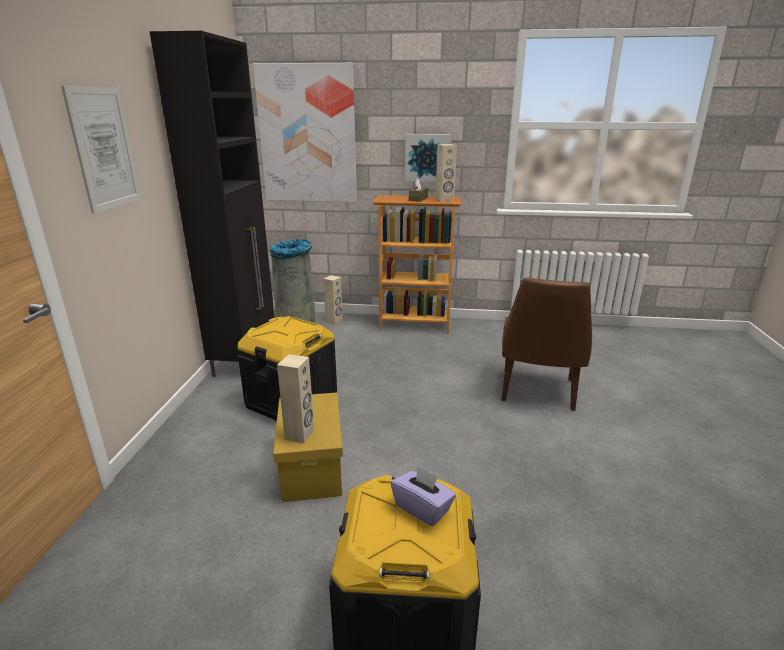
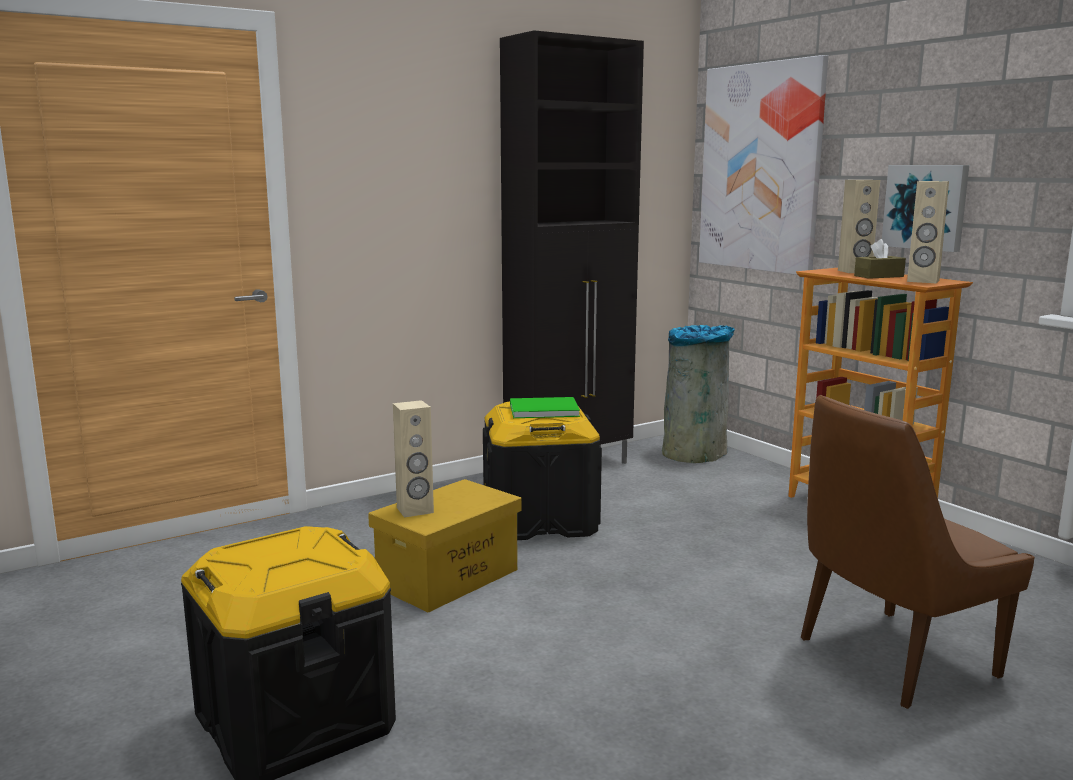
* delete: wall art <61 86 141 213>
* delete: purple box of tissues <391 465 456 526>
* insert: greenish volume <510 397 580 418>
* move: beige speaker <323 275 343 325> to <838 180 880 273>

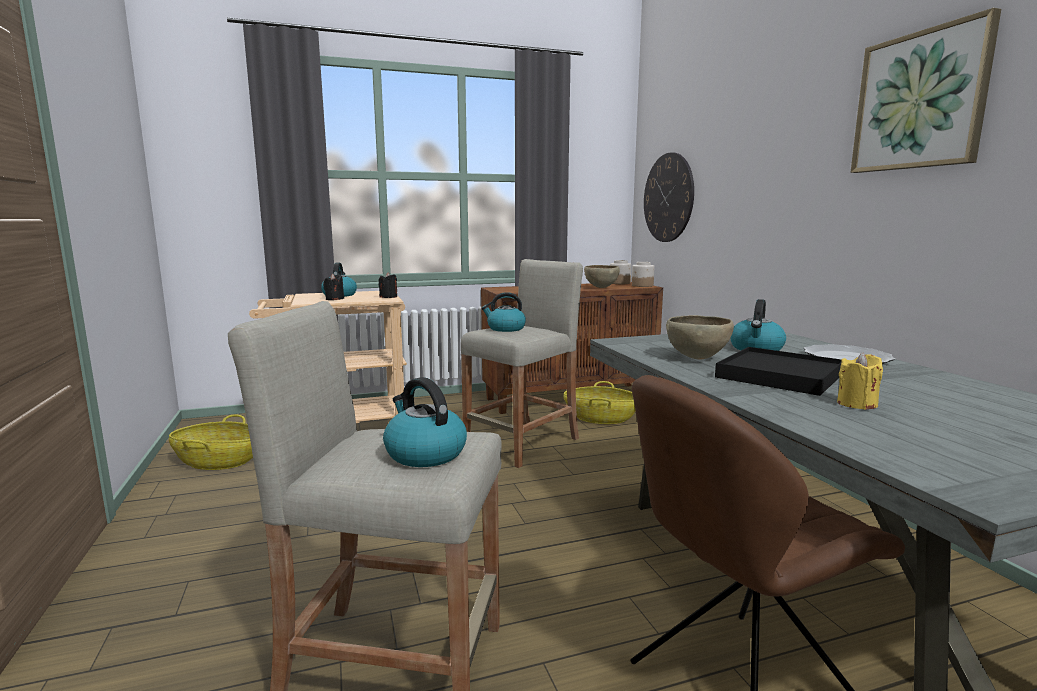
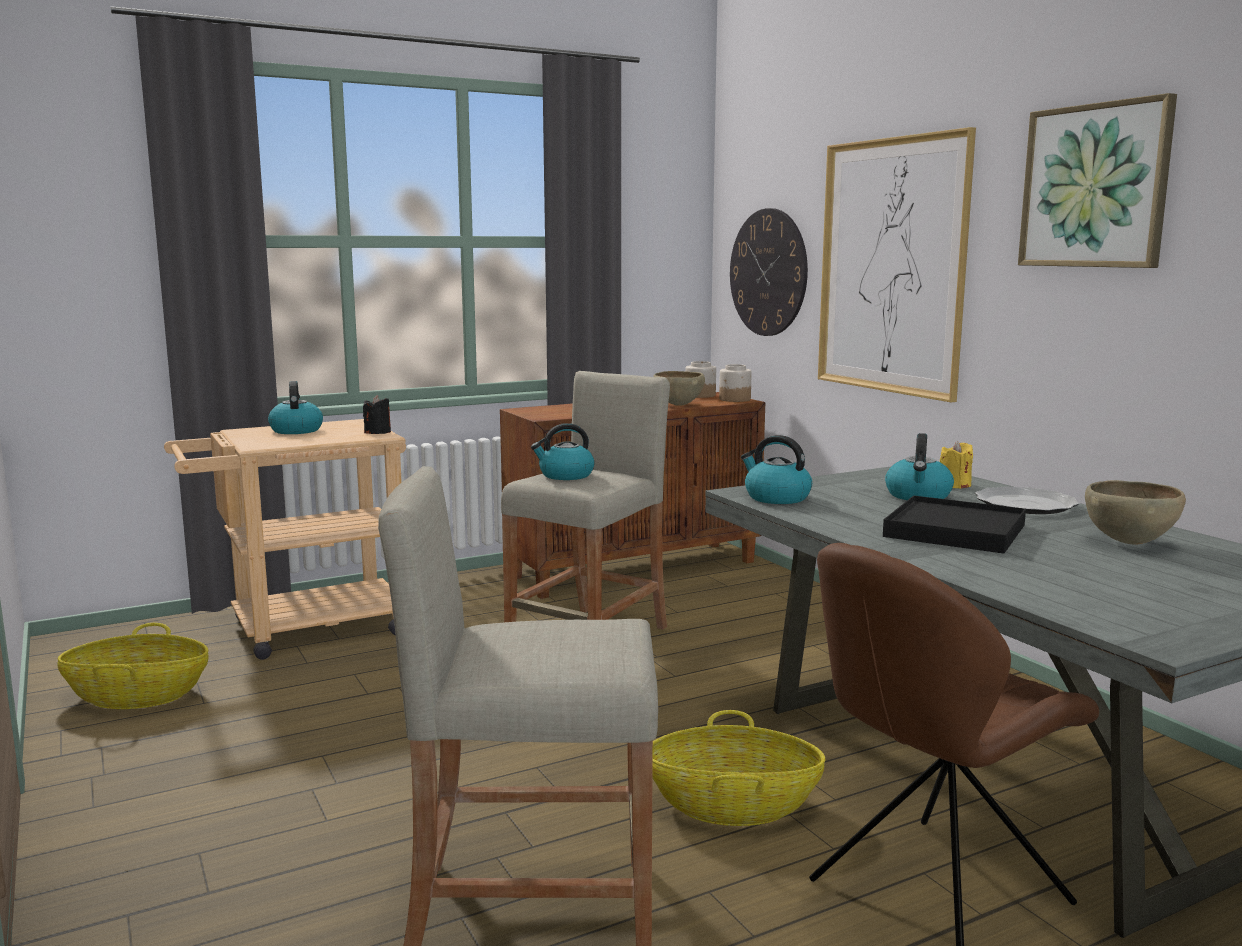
* delete: black wax light <323 274 344 300>
* insert: wall art <818 127 976 402>
* move: kettle <383 377 467 467> to <741 435 812 504>
* move: household basket <563 381 636 424> to <652 710 825 826>
* move: brown serving bowl <666 315 734 360> to <1085 480 1186 545>
* move: yellowish wax light <837 352 883 410> to <940 441 973 489>

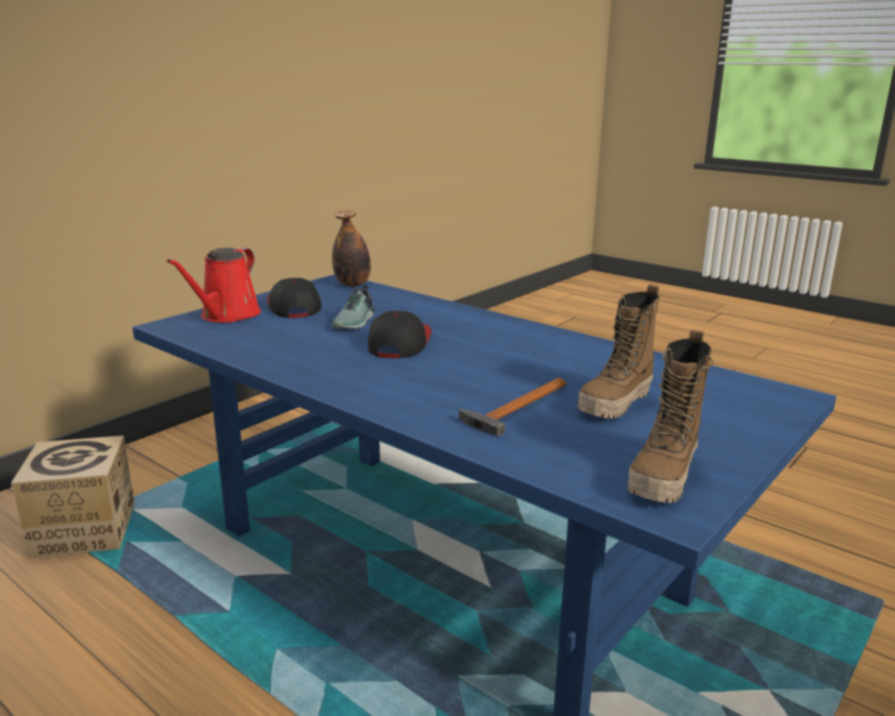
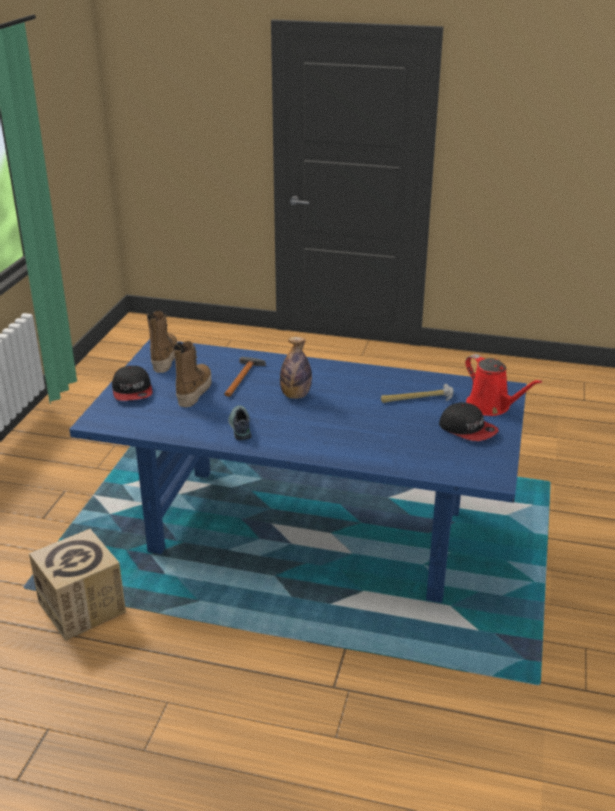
* insert: hand hammer <381 384 453 403>
* move: packing box <11 435 135 559> to <29 529 126 641>
* move: beverage bottle <332 210 371 287> to <280 337 312 399>
* move: shoe <332 284 374 329> to <228 405 252 440>
* move: peaked cap <368 311 432 358> to <112 366 153 401>
* rotate: red-coloured watering can <167 247 261 323> = <465 354 542 416> 150 degrees clockwise

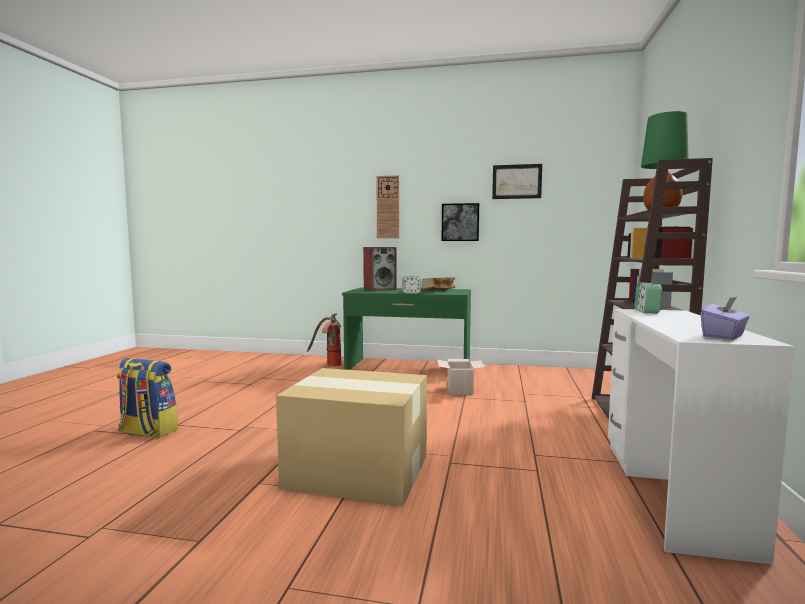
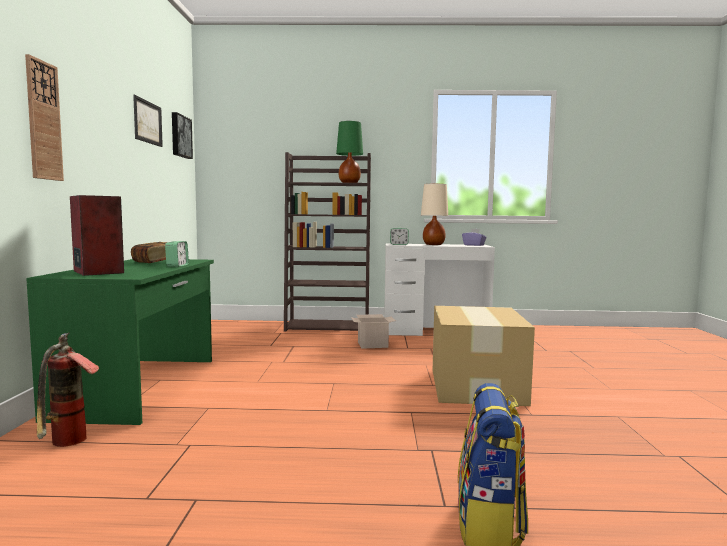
* insert: beige table lamp <421 184 448 245>
* move: packing box <437 359 485 395> to <351 314 396 349>
* move: wall art <442 203 479 241> to <172 112 193 159>

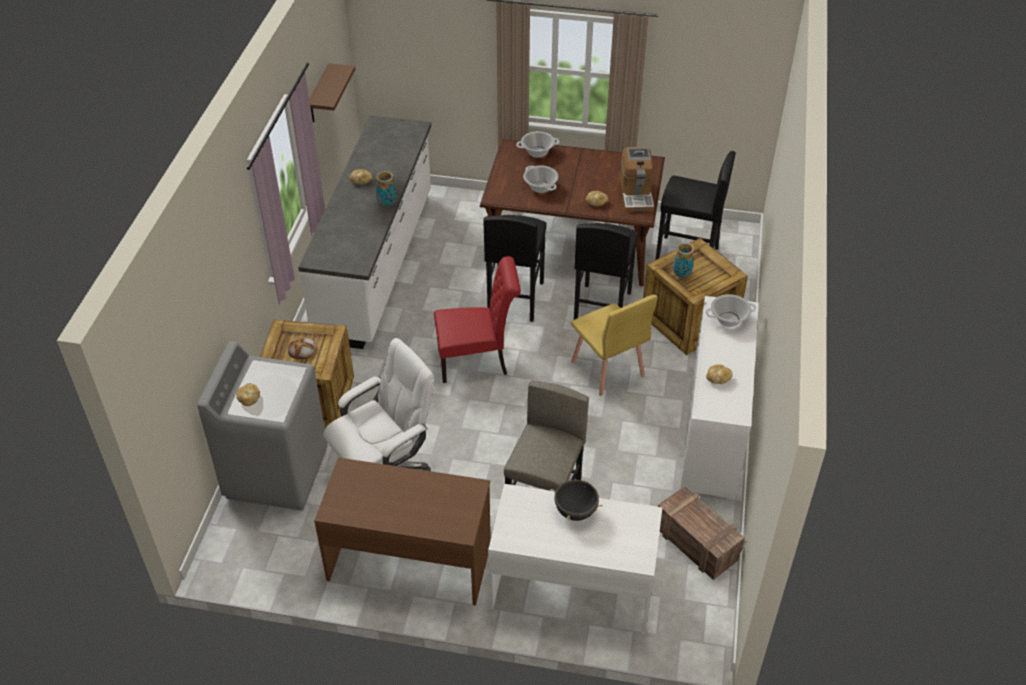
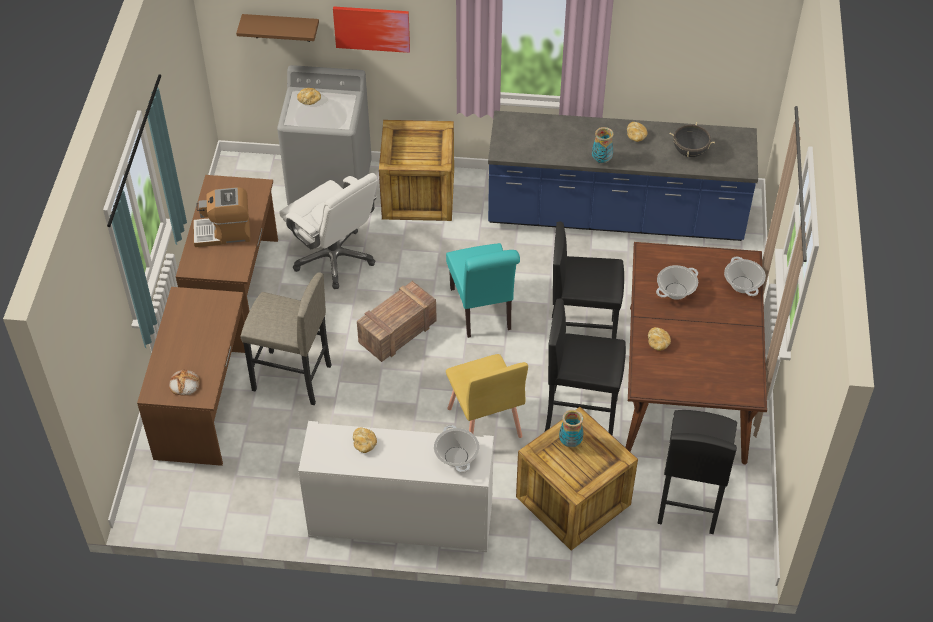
* insert: wall art <333 6 410 53>
* move: bakery bread <288 337 316 359> to <169 369 200 396>
* move: brown bracket shelf <309 63 355 122> to <236 14 319 42>
* move: black stockpot <551 477 603 521> to <670 122 715 157>
* move: coffee machine <620 147 654 212> to <193 187 251 247>
* move: shipping crate <658 486 745 580> to <357 281 437 362>
* recolor: white kitchen counter <298 116 431 349> to blue-coloured kitchen counter <488 111 758 241>
* recolor: red-coloured plain chair <434 256 521 383> to turquoise-coloured plain chair <446 243 520 338>
* recolor: white desk unit <488 484 662 635> to brown desk unit <137 287 245 466>
* rotate: yellowish plain chair <571 295 657 396> = <446 354 528 438> 75 degrees counterclockwise

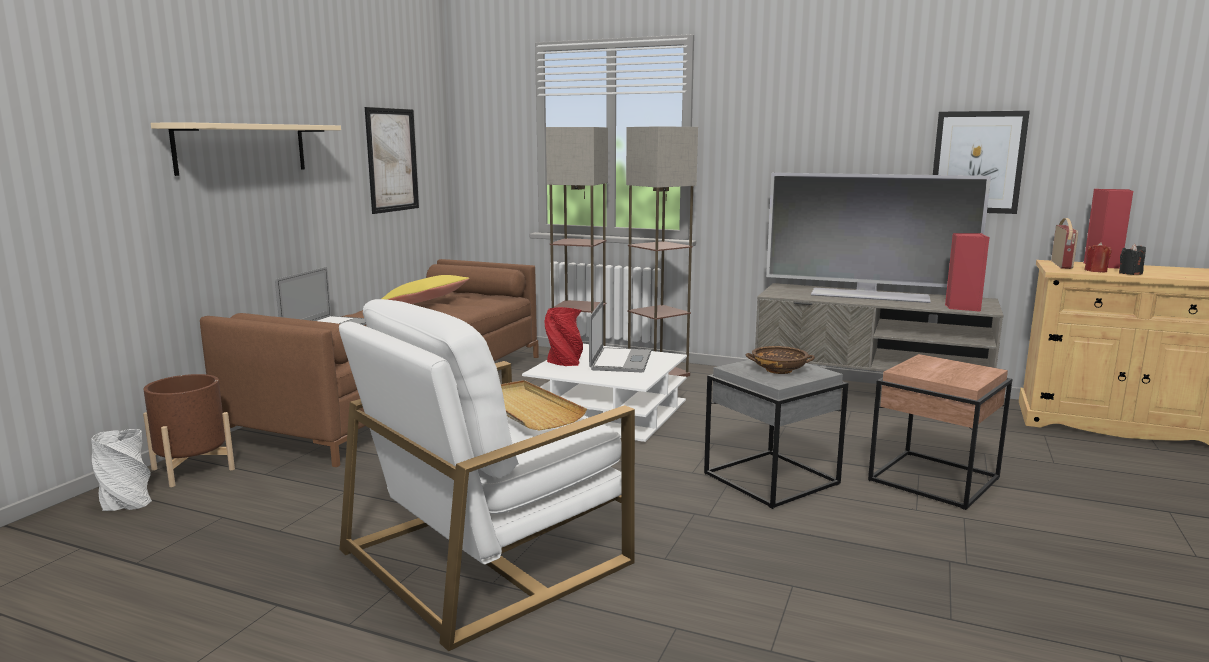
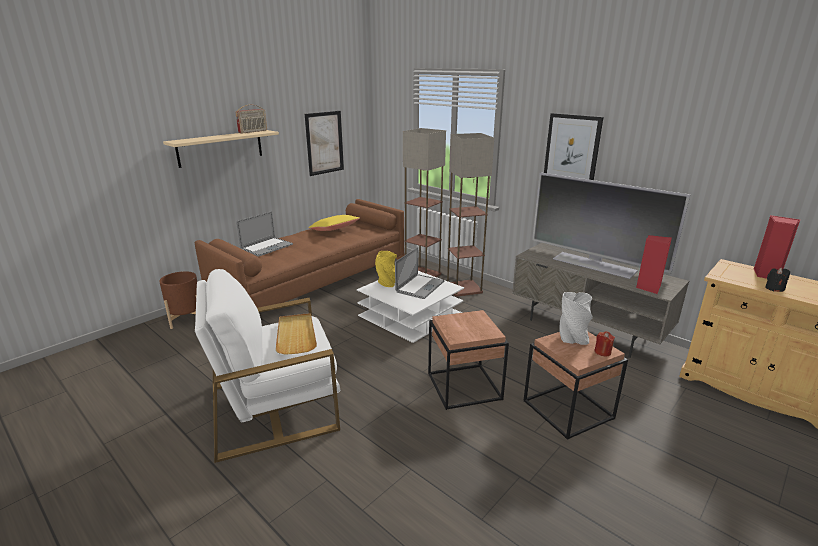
* delete: brown serving bowl <746 346 815 374>
* move: grey decorative vase <91 429 152 511> to <559 292 593 345>
* move: wall art <933 111 1030 214> to <544 113 603 180>
* move: radio receiver <1051 218 1079 269> to <236 105 267 134>
* move: red-coloured wax light <1084 242 1112 272> to <594 331 615 357>
* recolor: red-coloured decorative vase <544 307 583 366> to yellowish decorative vase <375 251 397 287>
* recolor: grey accent table <704 359 848 509> to brown accent table <428 310 509 410>

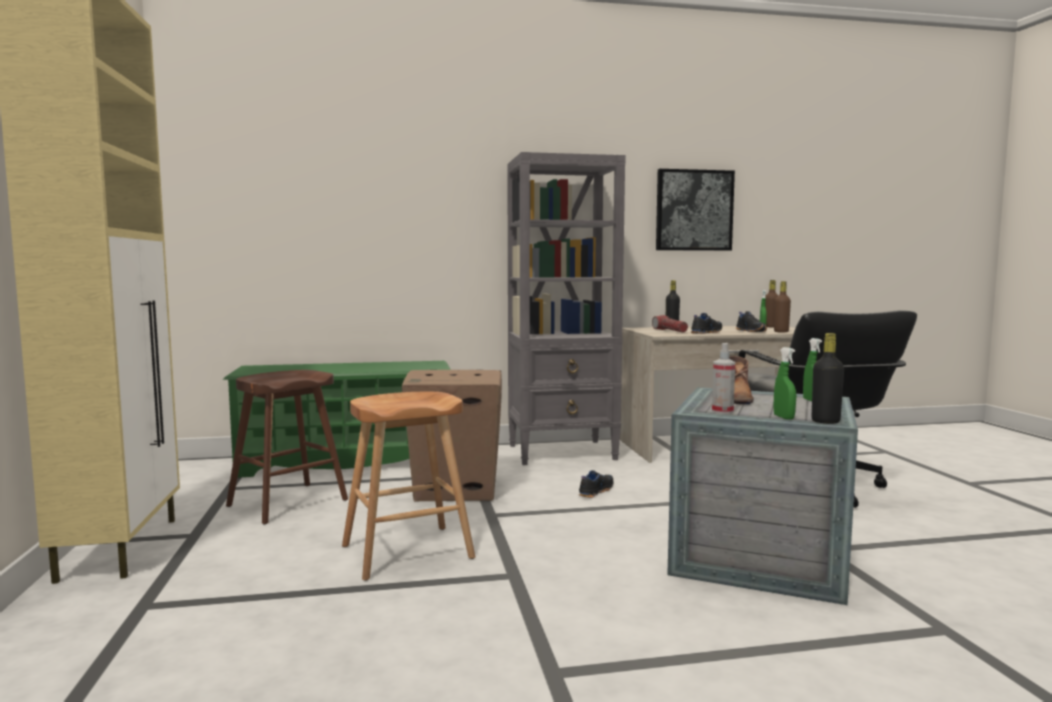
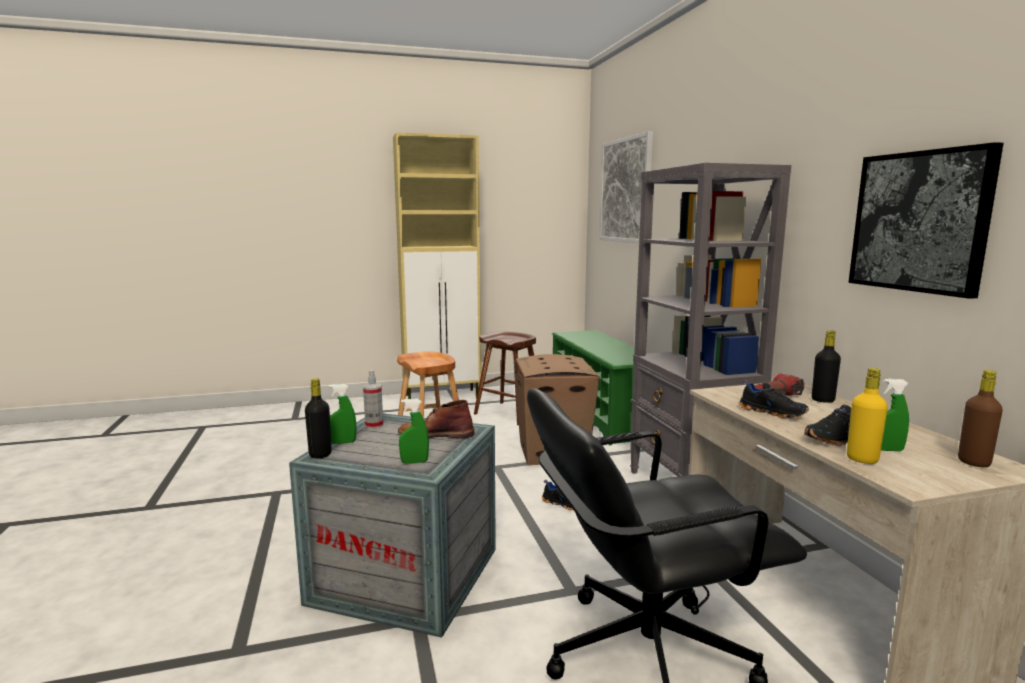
* insert: wall art <599 131 653 243>
* recolor: brown beverage bottle <774 281 791 333> to yellowish beverage bottle <847 368 888 464>

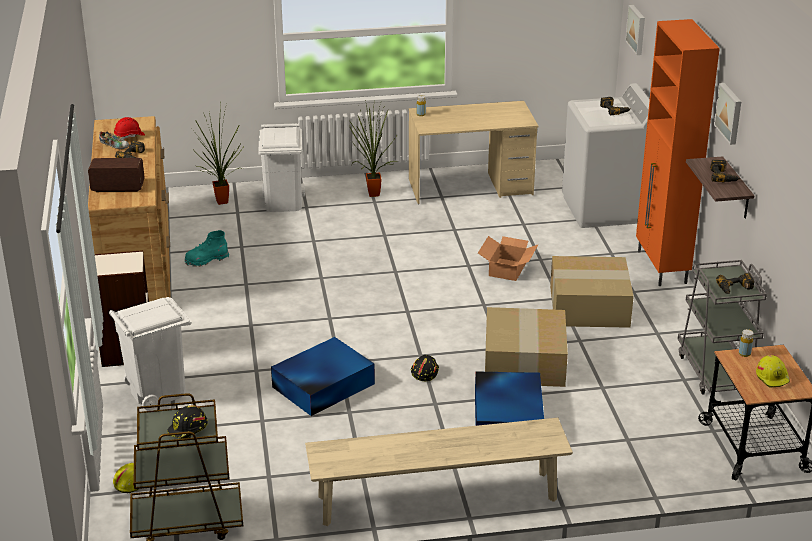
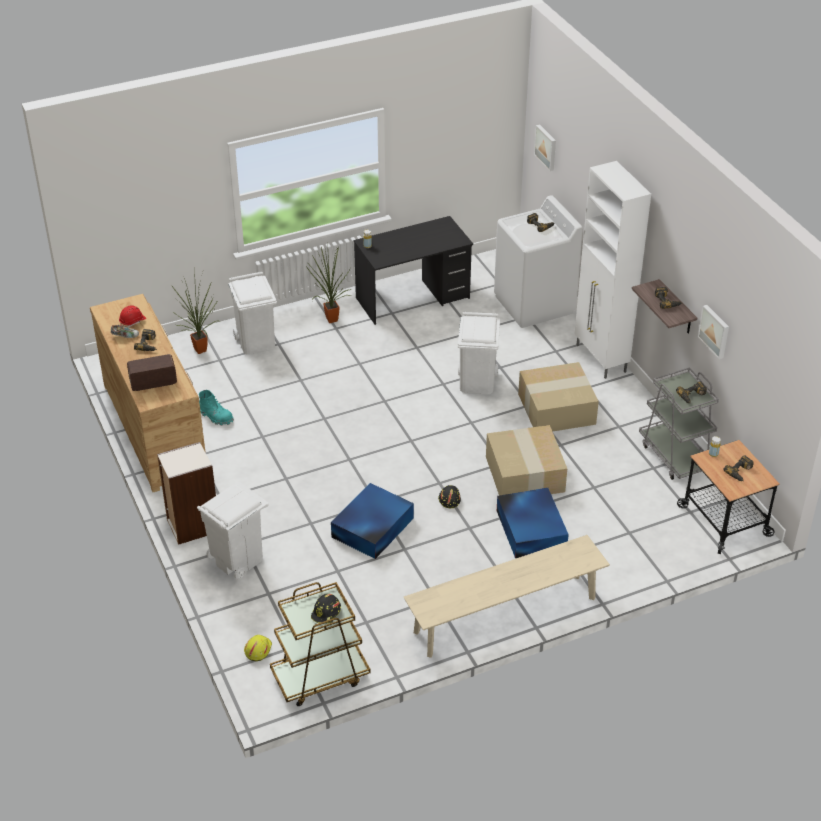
* move: wall art <714 83 741 145> to <698 305 729 359>
* replace: packing box <478 236 539 281> to white rubbish bin <458 312 500 394>
* replace: yellowish hard hat <756 355 790 388> to drill <723 455 754 481>
* recolor: beige desk unit <409 101 538 204> to black desk unit <354 216 473 325>
* recolor: orangey storage cabinet <636 19 720 286> to white storage cabinet <575 161 651 379>
* rotate: turquoise-coloured boot <185 230 229 267> = <199 390 234 425> 105 degrees counterclockwise

